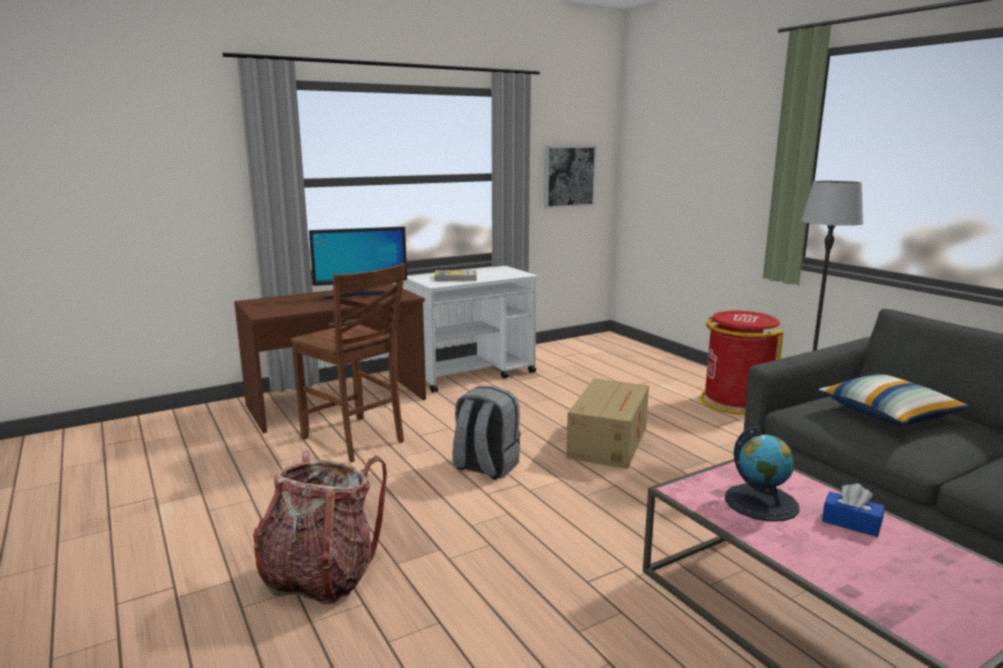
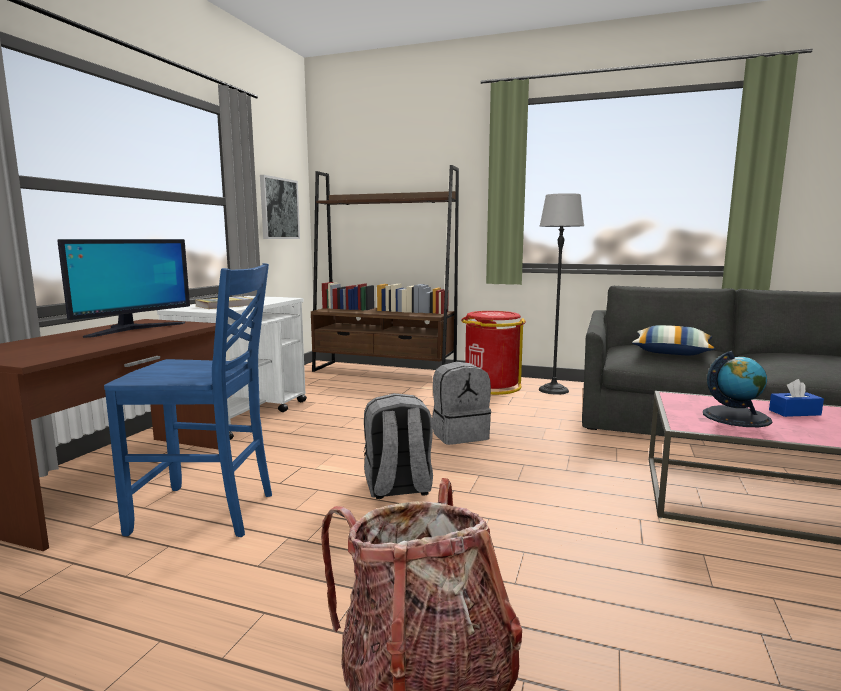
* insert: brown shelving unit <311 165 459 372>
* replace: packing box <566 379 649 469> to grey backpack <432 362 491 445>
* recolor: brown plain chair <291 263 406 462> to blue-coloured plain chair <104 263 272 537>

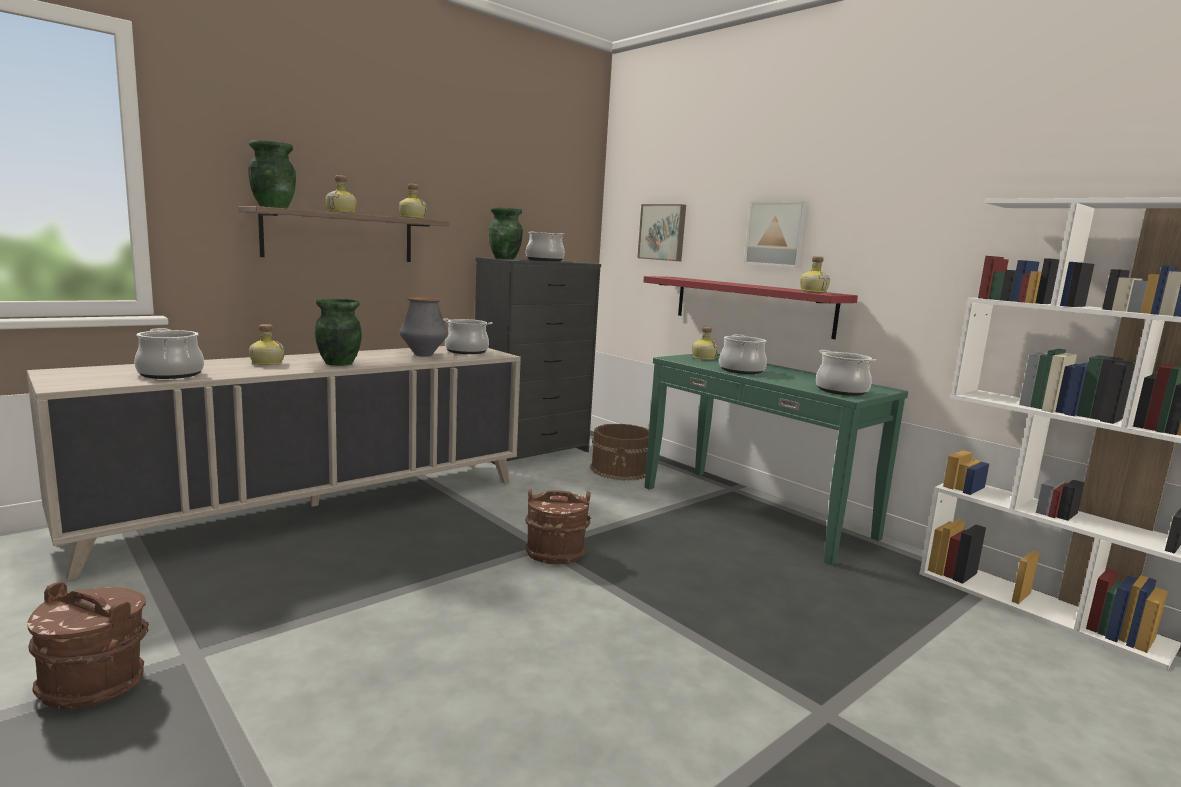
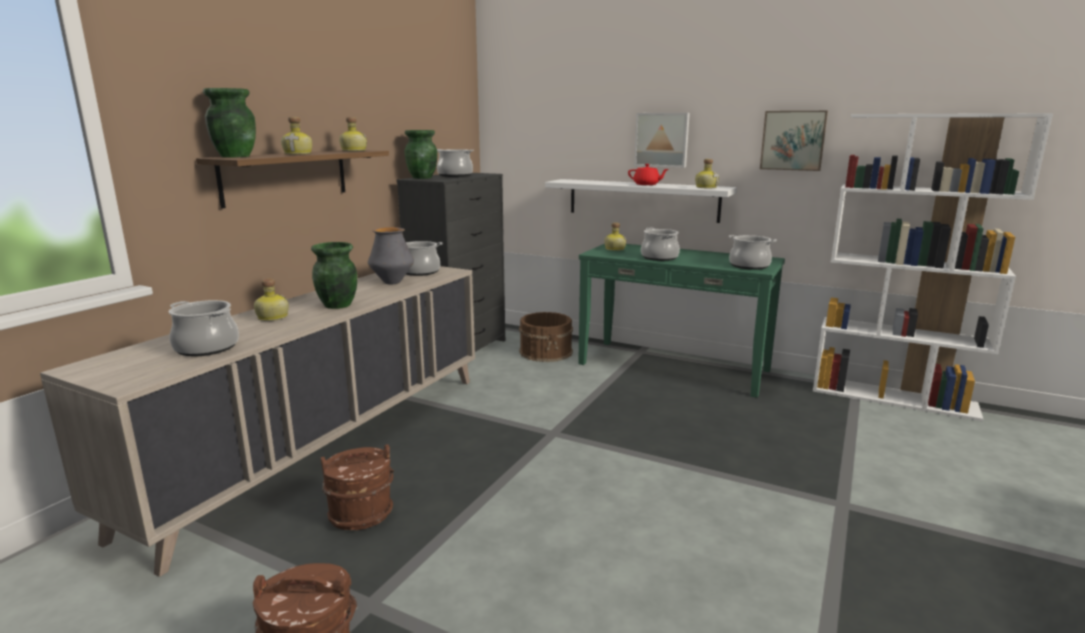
* insert: red-coloured pot for tea <628 164 668 185>
* move: brown water bucket <525 489 591 565> to <321 445 394 530>
* move: wall art <637 204 686 261> to <760 111 828 171>
* recolor: red-coloured bracket shelf <643 276 858 339> to white bracket shelf <545 179 737 223>

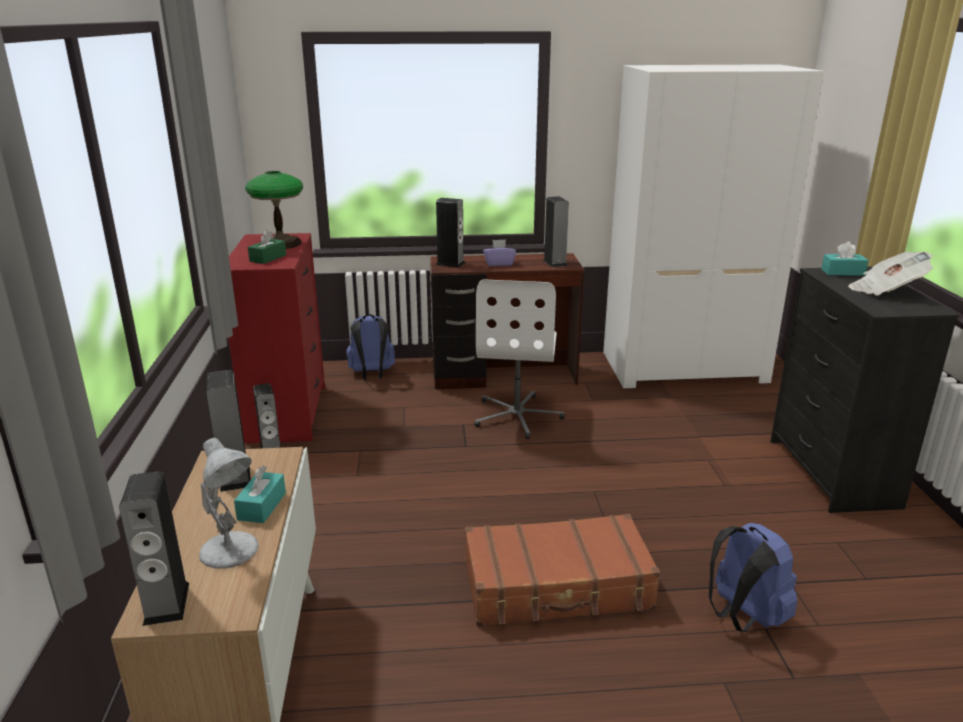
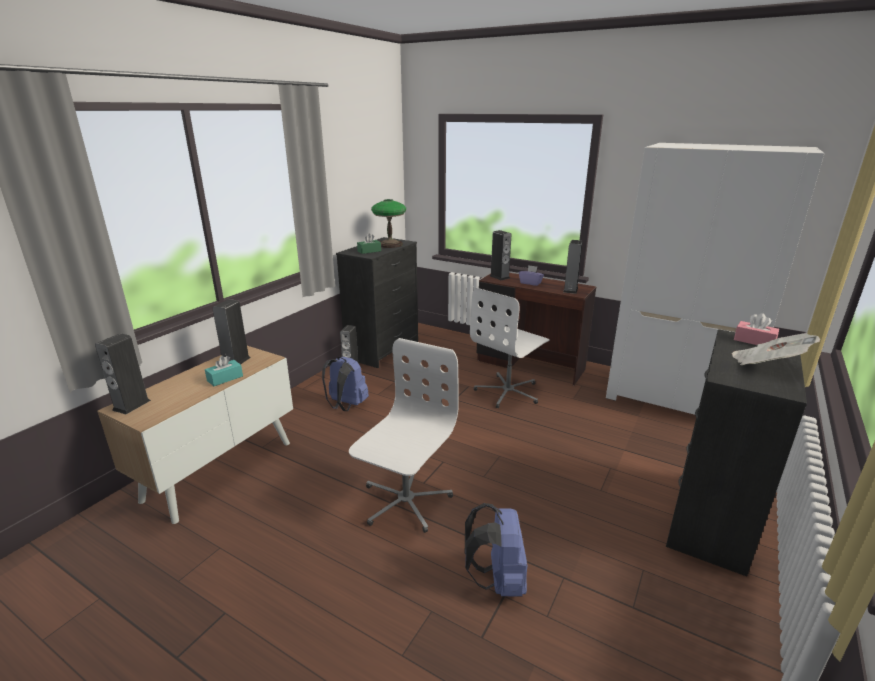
* delete: white table lamp <199 438 259 569>
* move: blue-coloured backpack <347 314 395 380> to <322 357 369 411>
* replace: brown suitcase <465 514 660 627> to white computer chair <349 338 459 533>
* recolor: red-coloured chest of drawers <228 233 325 444> to black chest of drawers <336 237 418 368>
* recolor: turquoise-coloured box of tissues <821 242 869 276> to pinkish box of tissues <734 313 779 345>

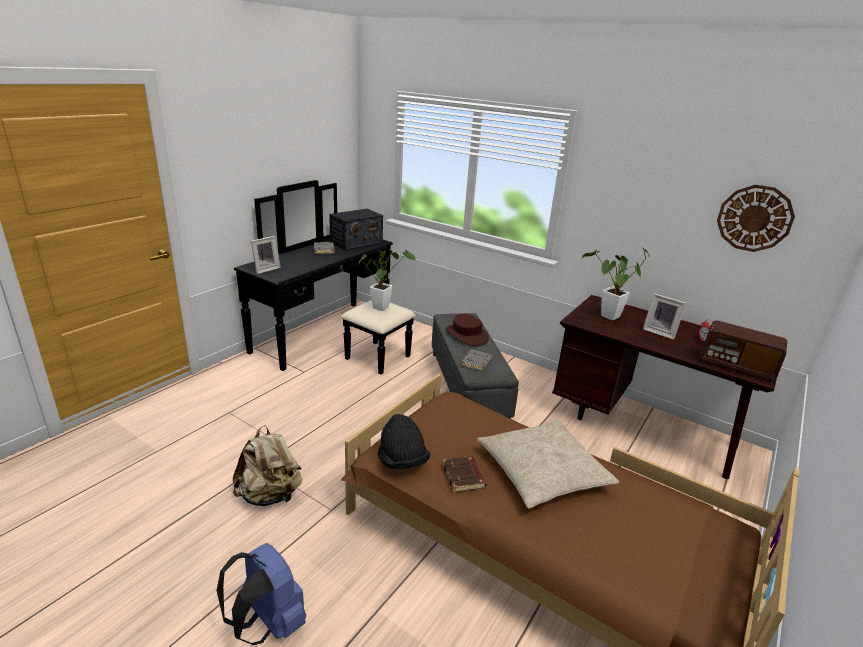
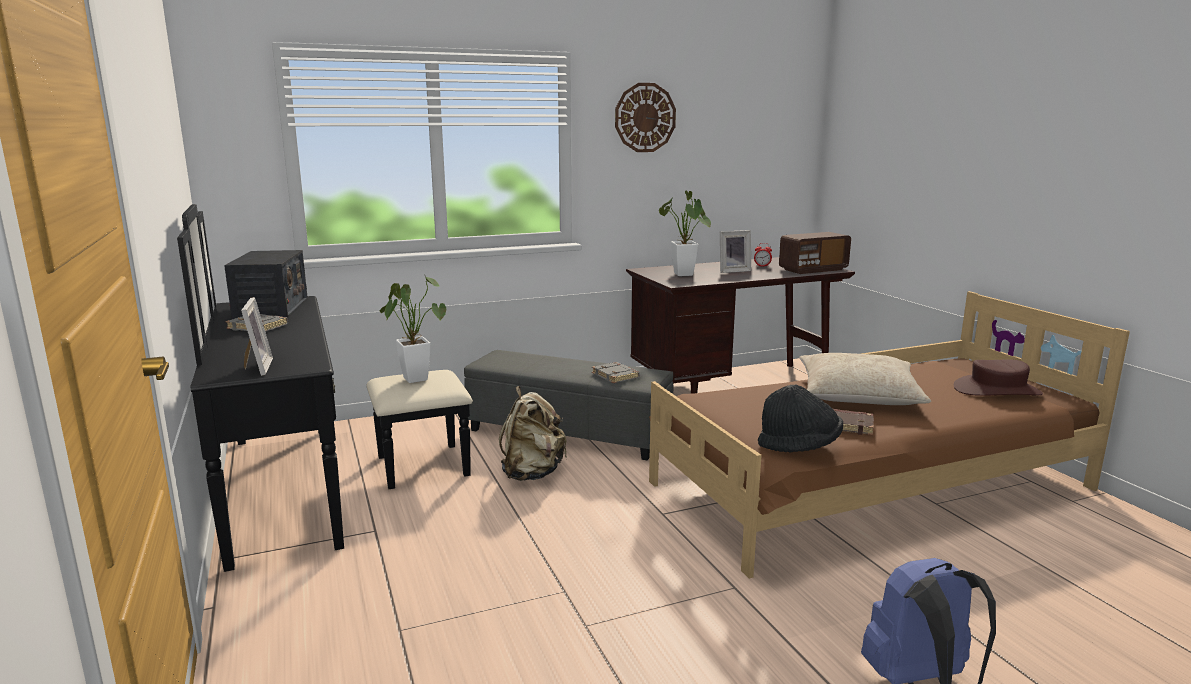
* move: beige backpack <233 425 302 506> to <499 386 567 481>
* move: brown wearable hat <446 314 489 346> to <954 359 1043 396>
* move: wall clock <717 185 795 252> to <615 83 676 152>

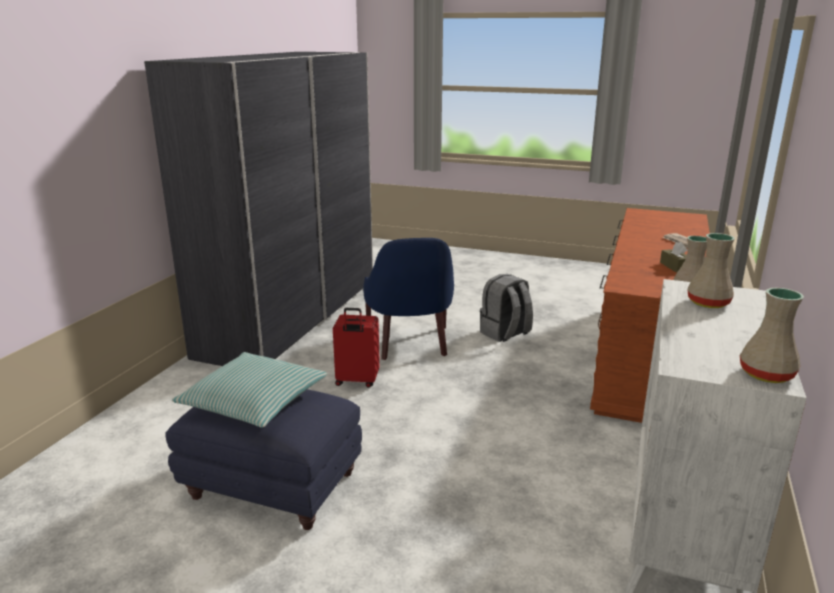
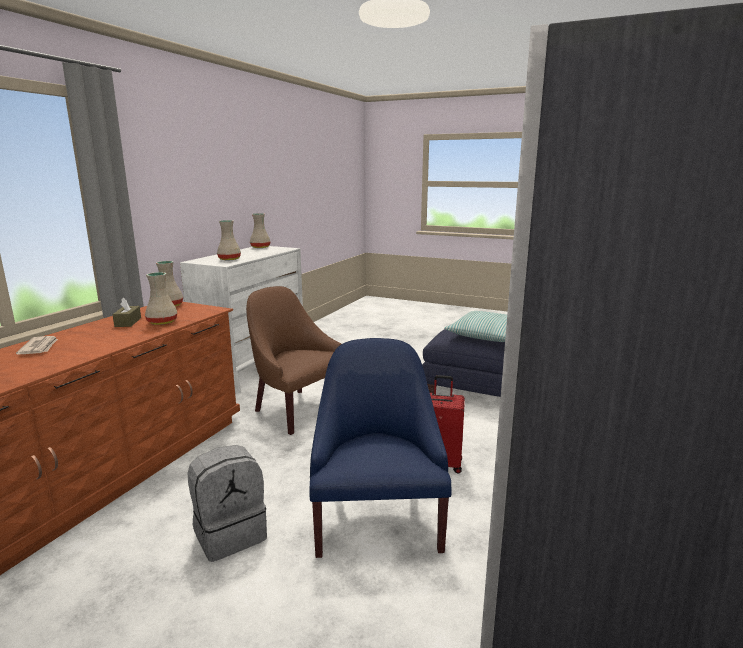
* insert: beige decorative vase <145 272 177 325>
* insert: brown armchair <246 286 341 435>

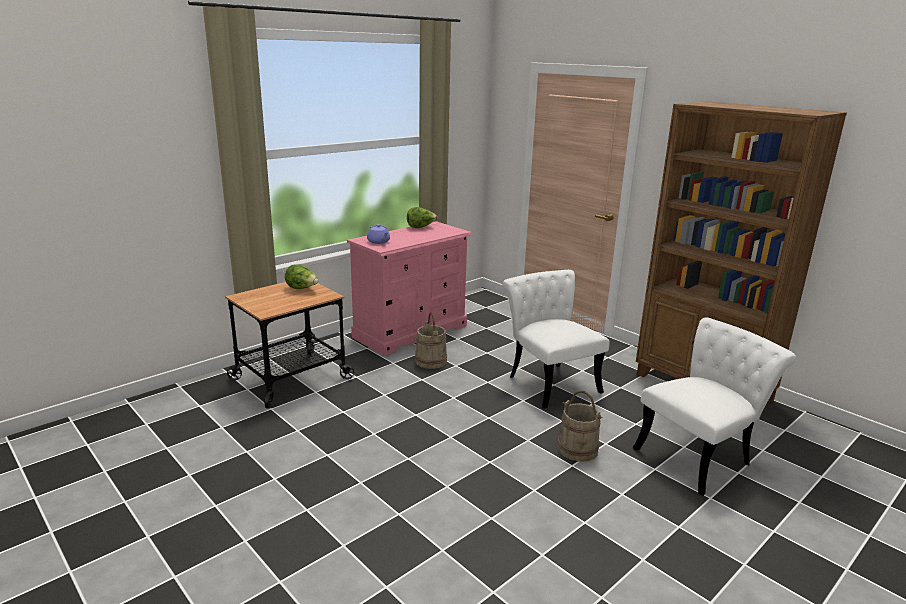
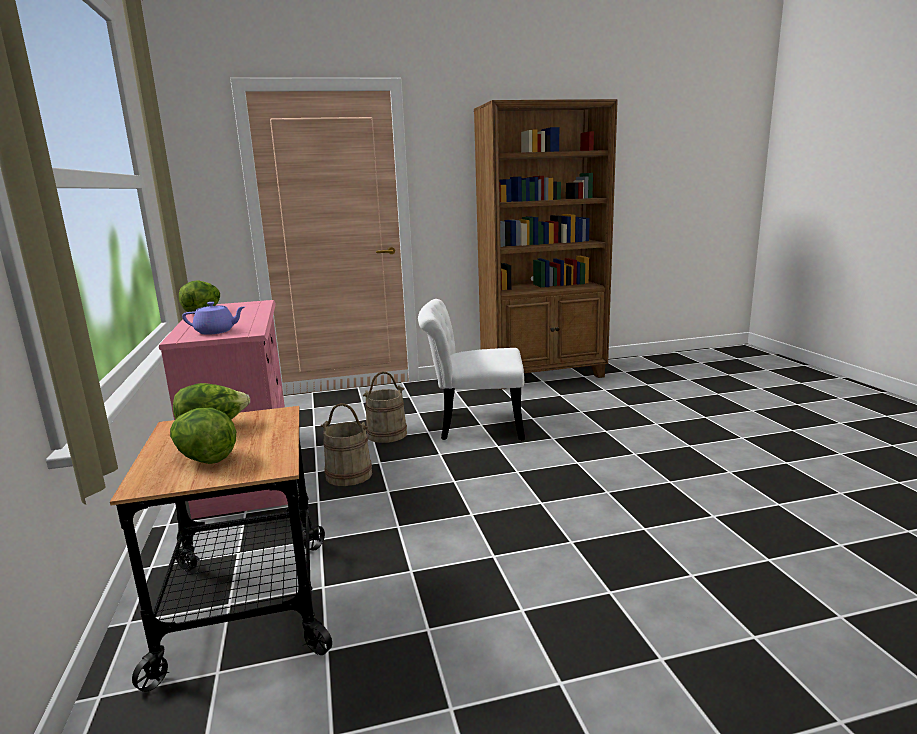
* delete: white plain chair <633 317 797 496>
* insert: head of lettuce <170 408 236 464>
* move: beige water bucket <557 391 602 462> to <363 371 407 443>

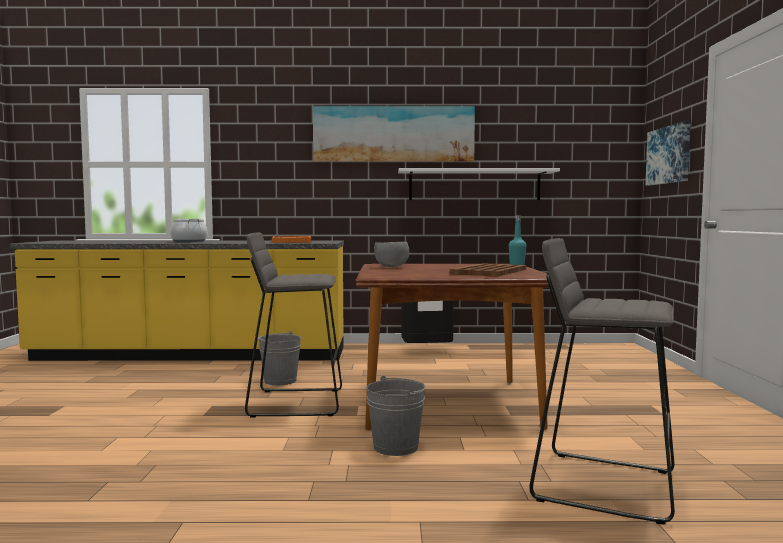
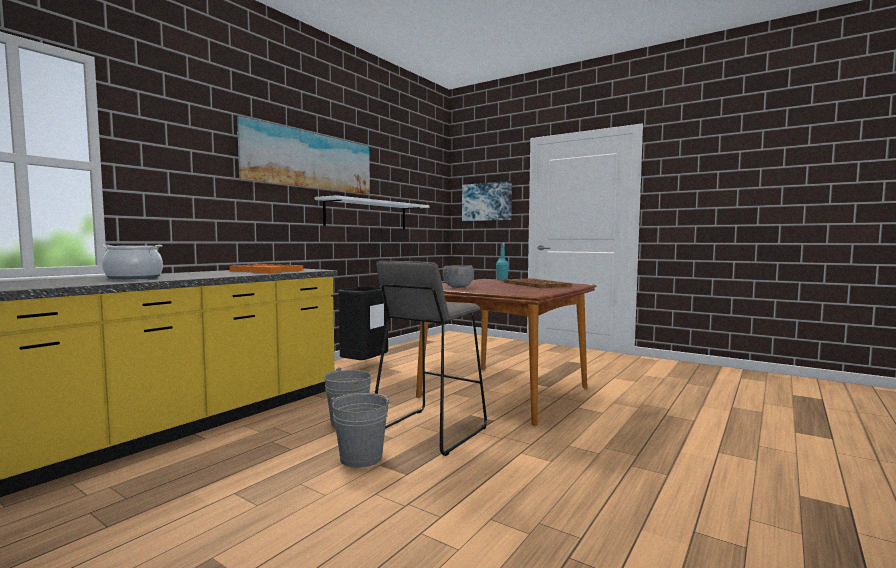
* delete: grey sitting stool <529 238 675 525>
* move: grey water bucket <366 376 426 456> to <332 393 392 468>

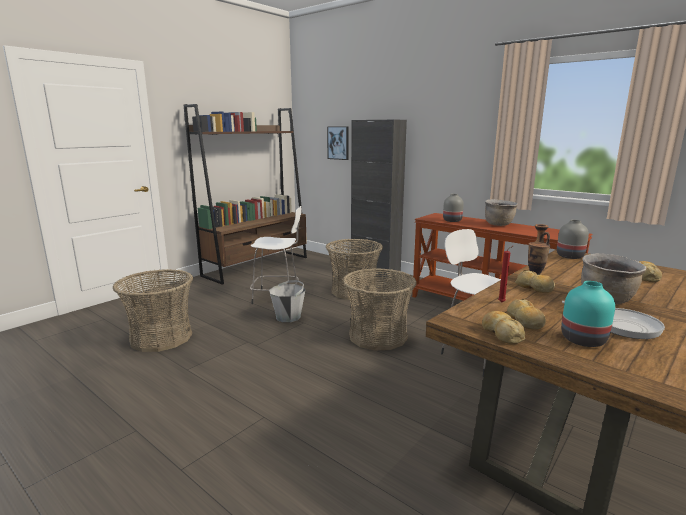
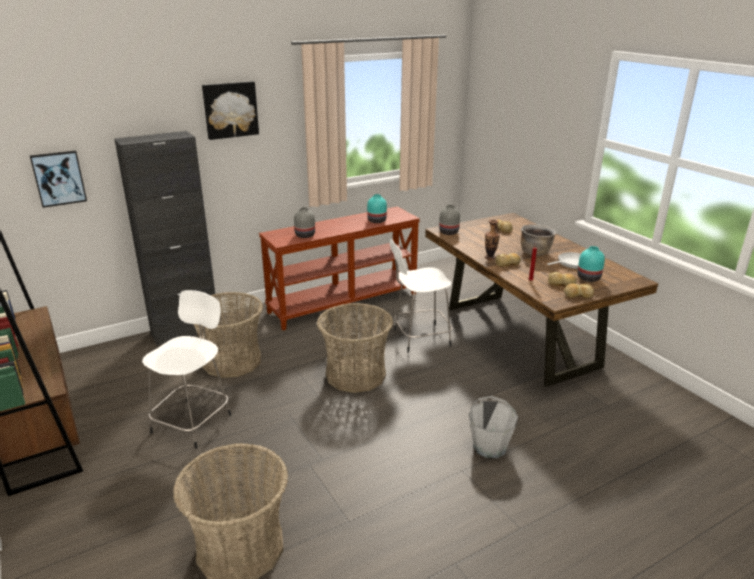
* delete: brown stockpot <485 199 518 226>
* insert: wall art <202 81 259 140>
* insert: turquoise-coloured decorative vase <367 194 387 223>
* move: grey water bucket <269 280 305 322> to <469 396 519 458>

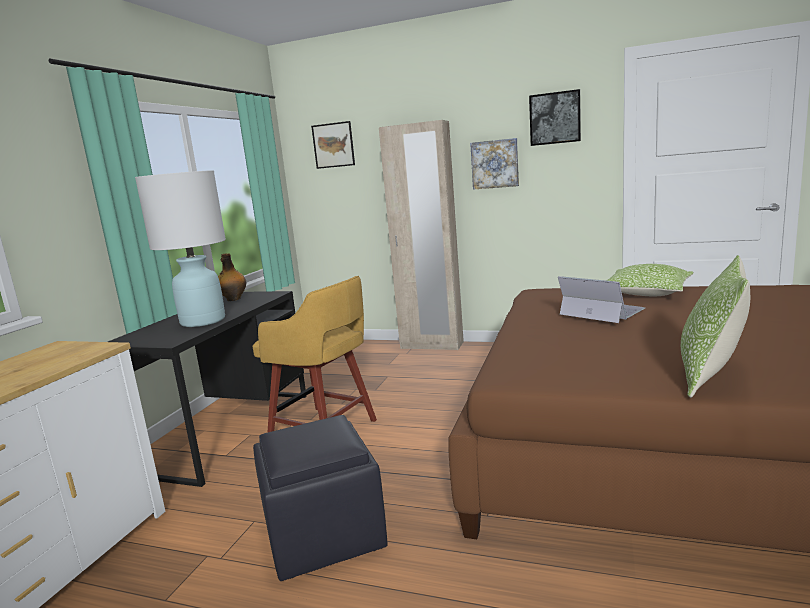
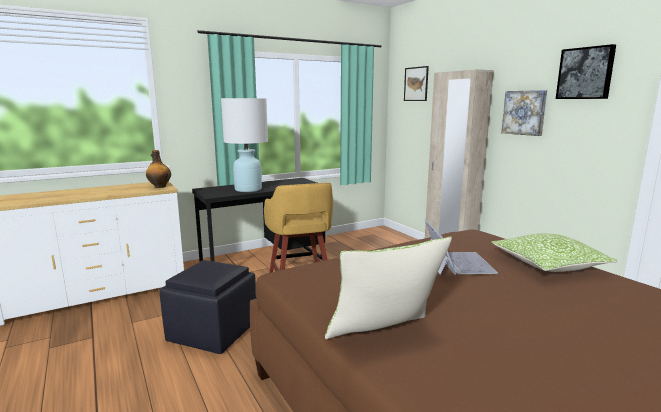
* move: beverage bottle <218 253 246 301> to <146 150 171 188>

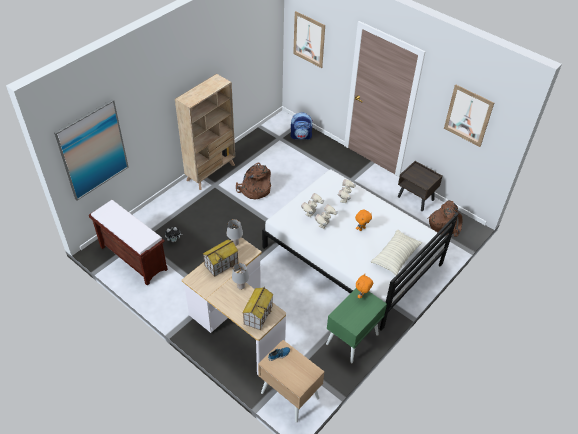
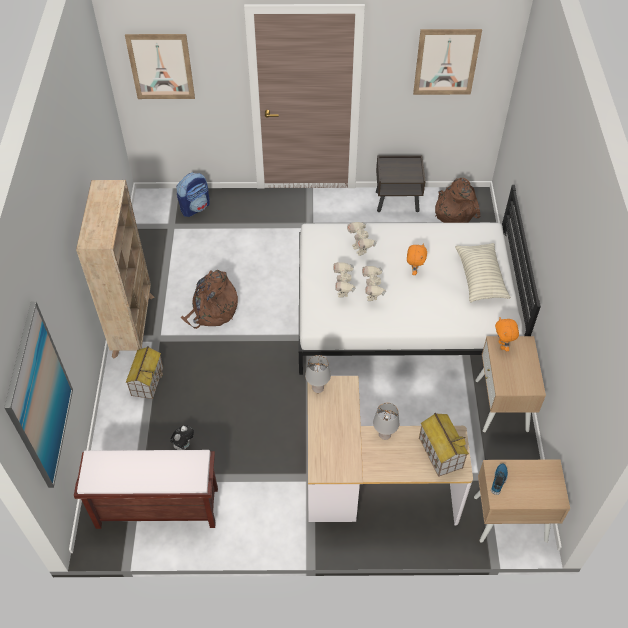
* move: miniature house <203 239 238 277> to <126 346 163 399>
* recolor: greenish bedside table <326 288 387 363> to beige bedside table <475 336 546 432>

